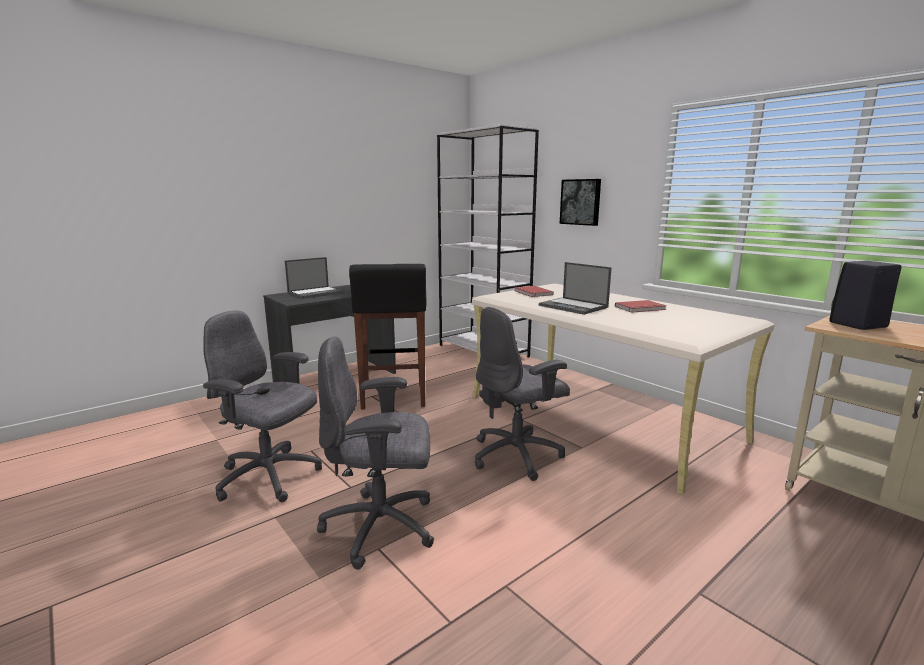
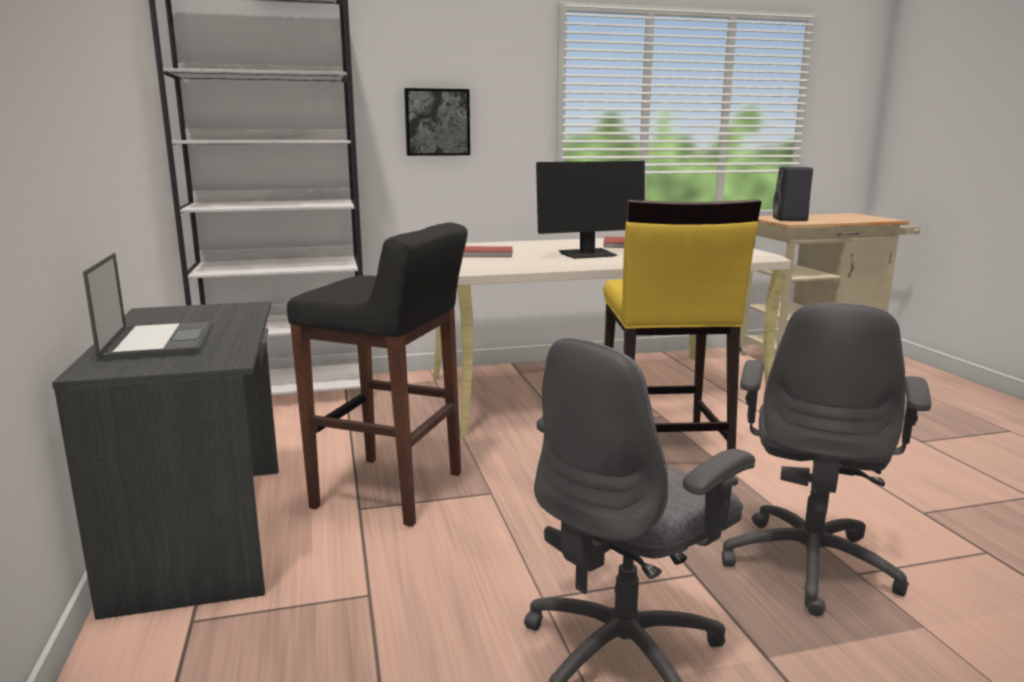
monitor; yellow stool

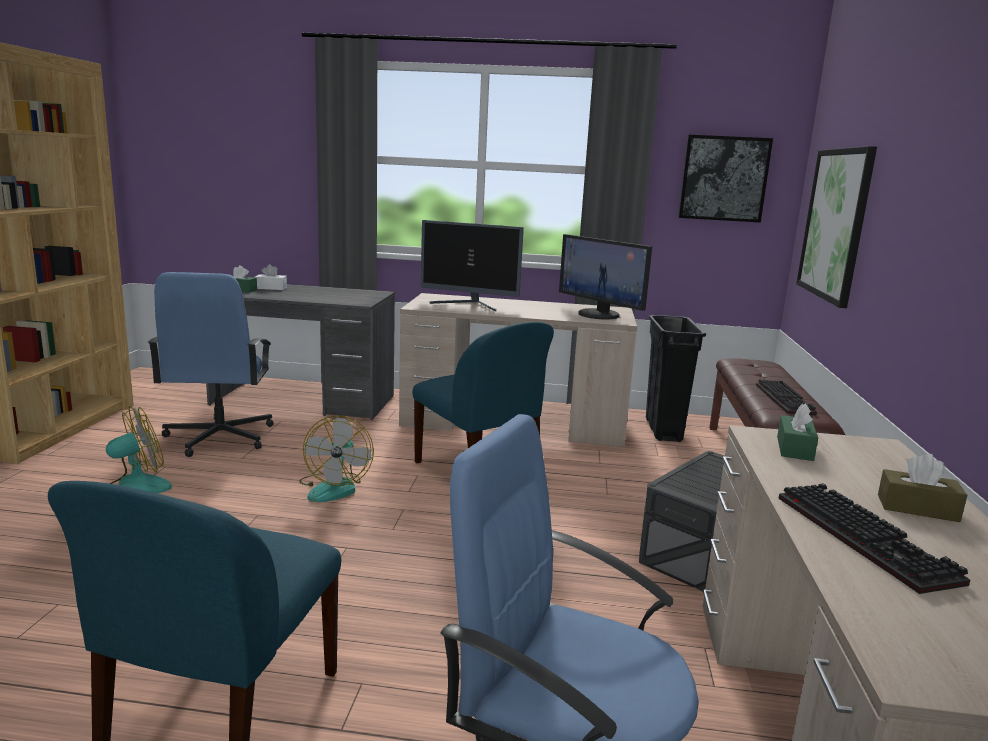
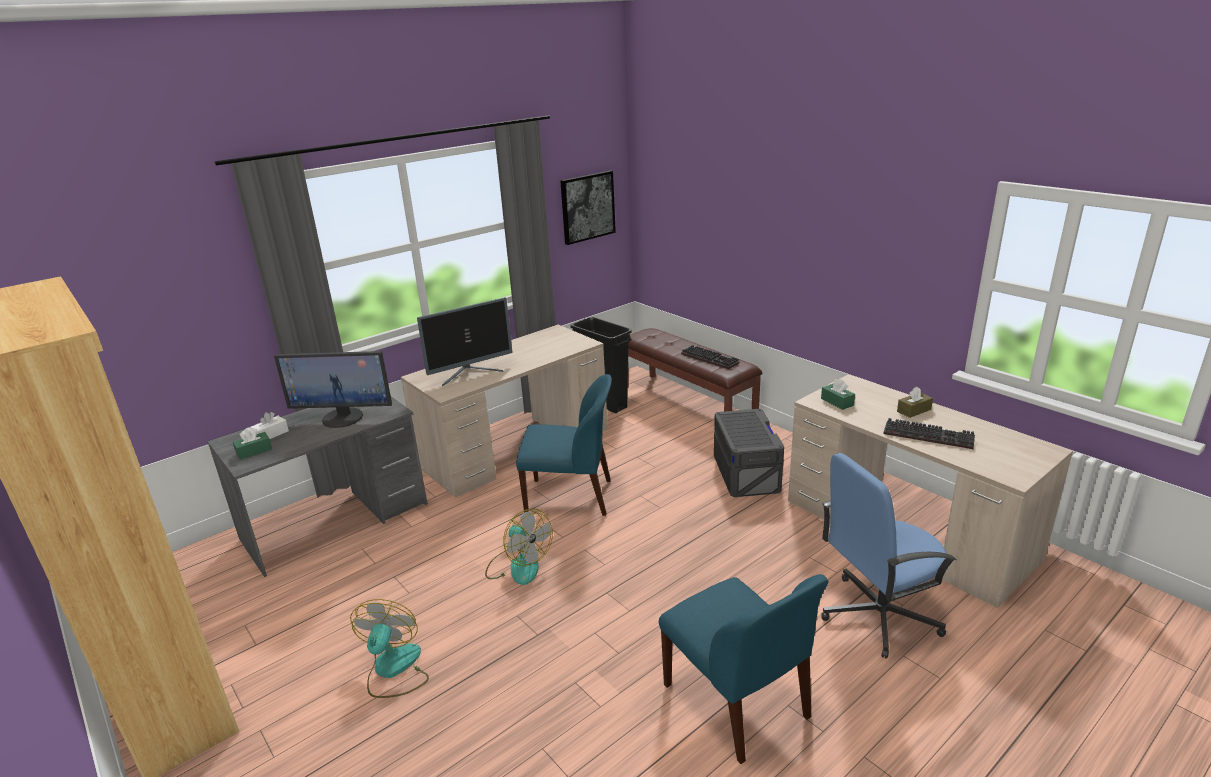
picture (no. 2 from left in the first image); monitor (no. 1 from left); bluish computer chair (no. 1 from left in the first image)

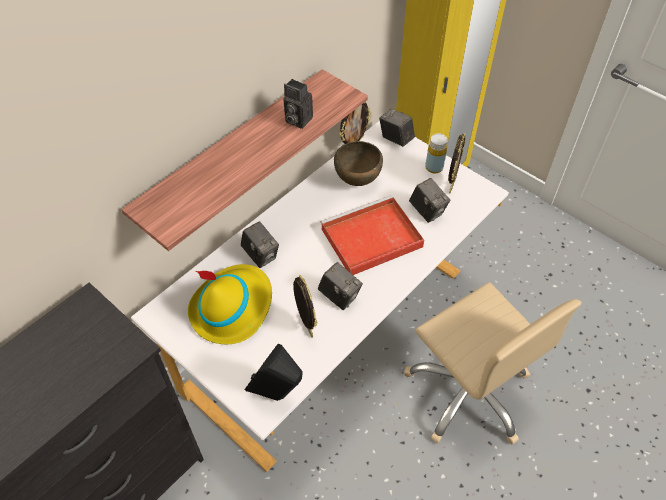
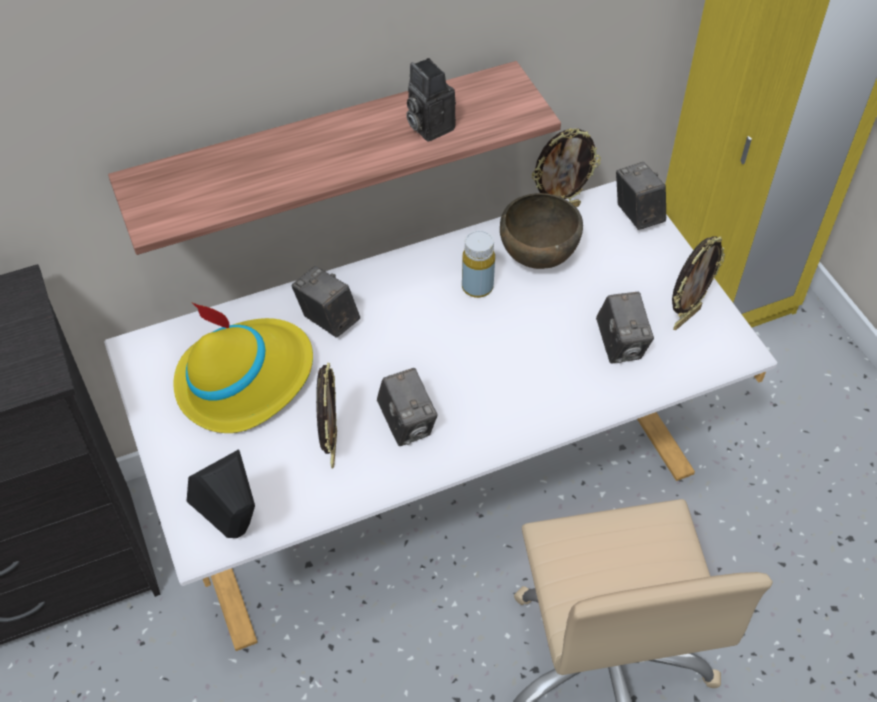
yellow drink bottle; reddish carrying tray; photo camera (no. 1 from left)

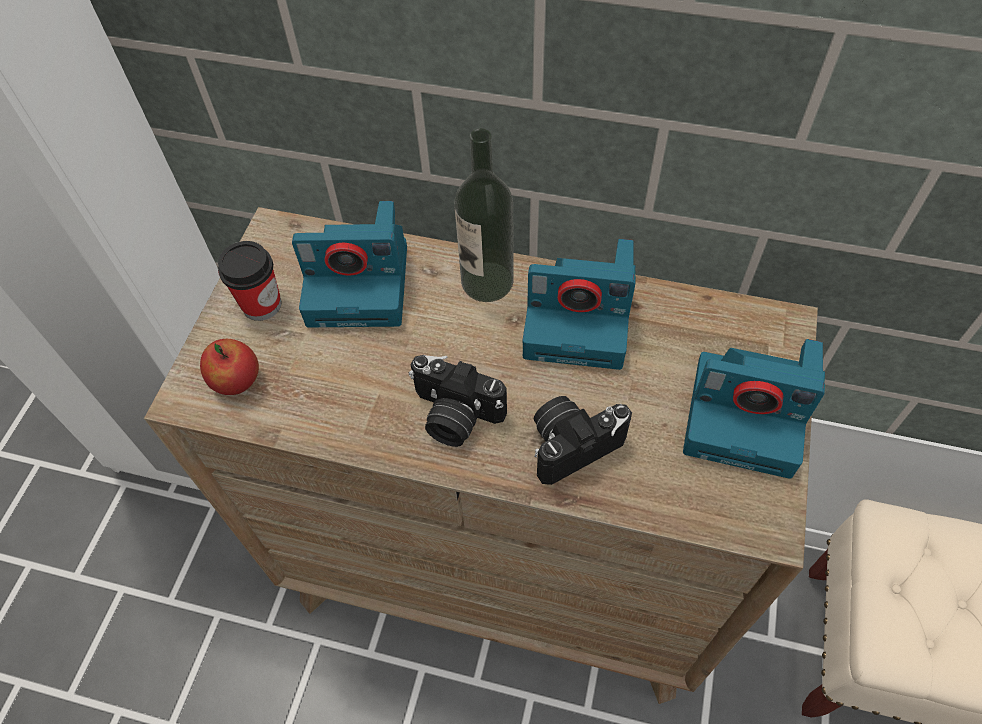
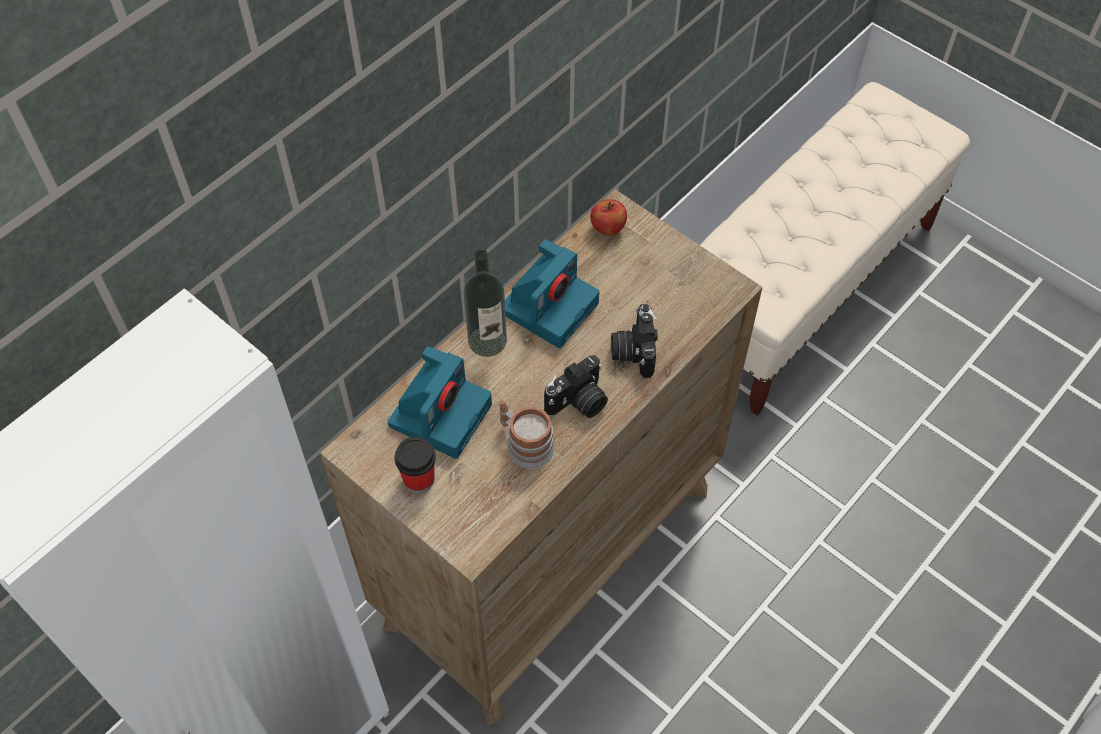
apple fruit; photo camera (no. 5 from left in the first image); tea mug

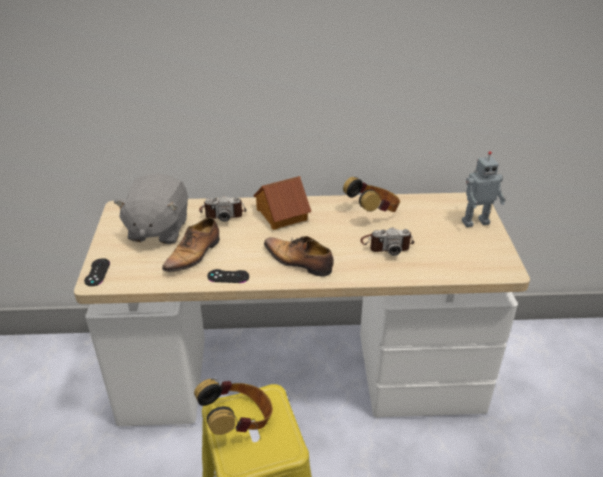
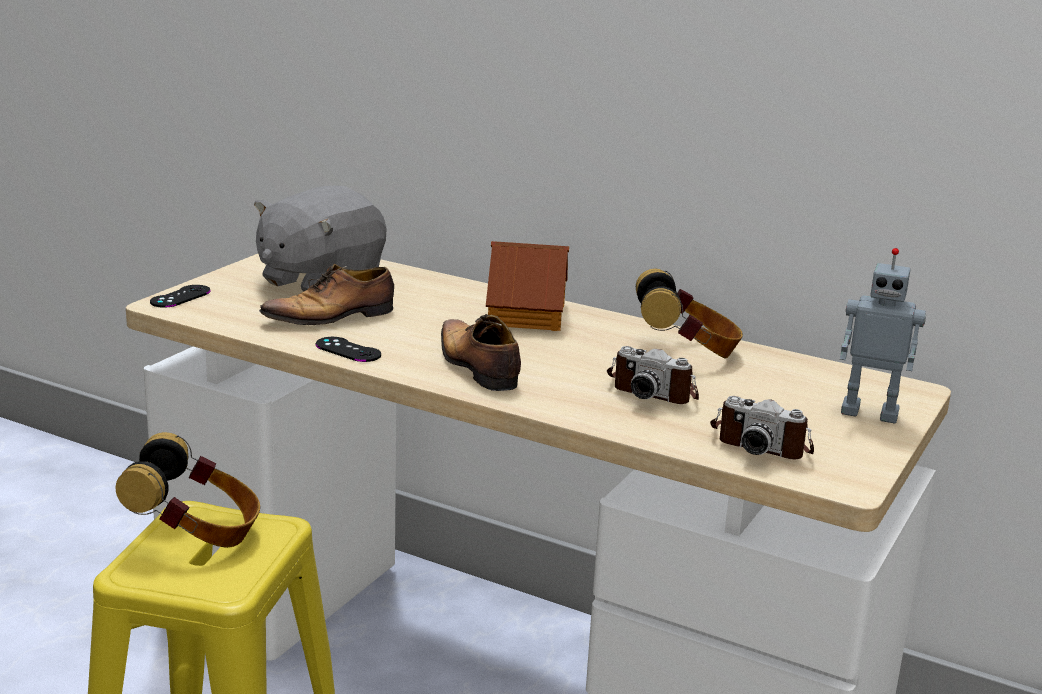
photo camera (no. 2 from left)

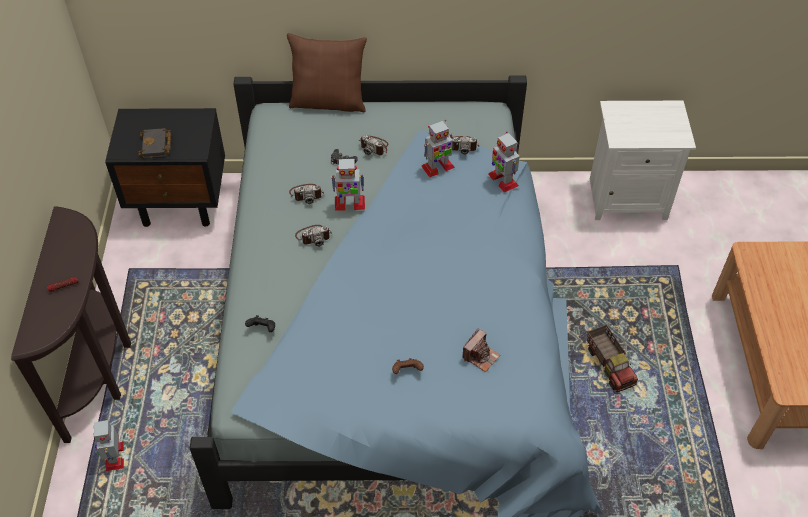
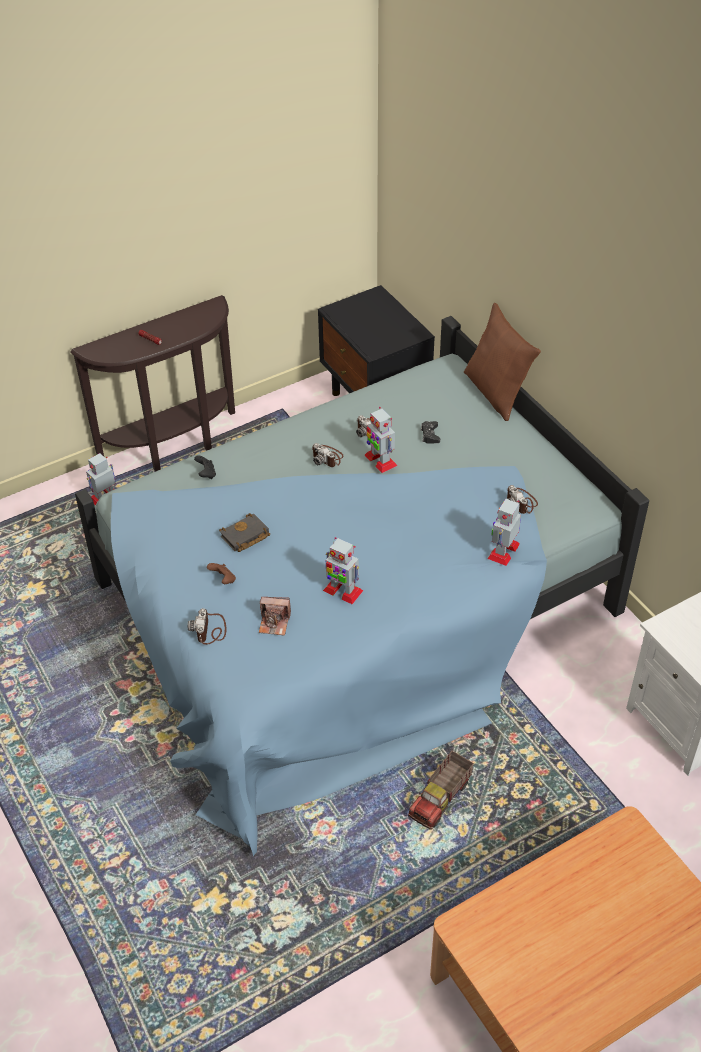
model robot (no. 2 from left); black-coloured bound book; photo camera (no. 1 from left)

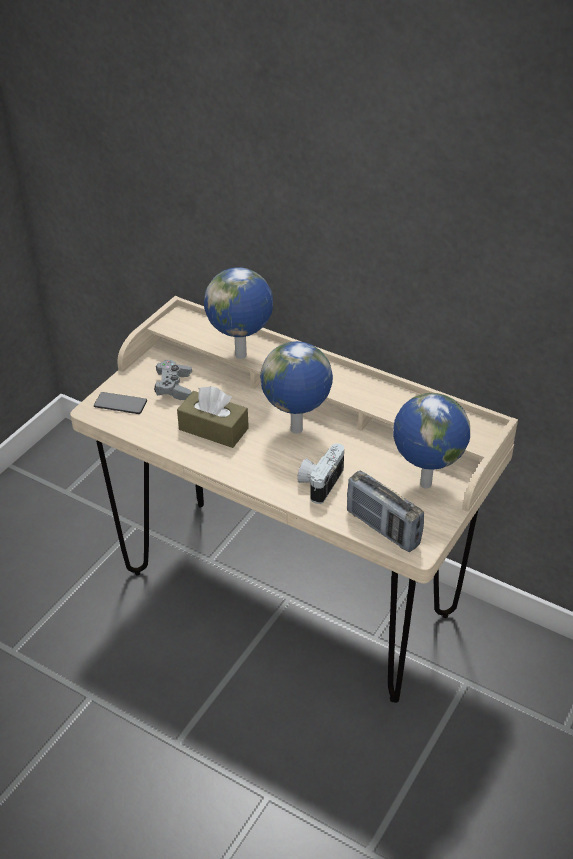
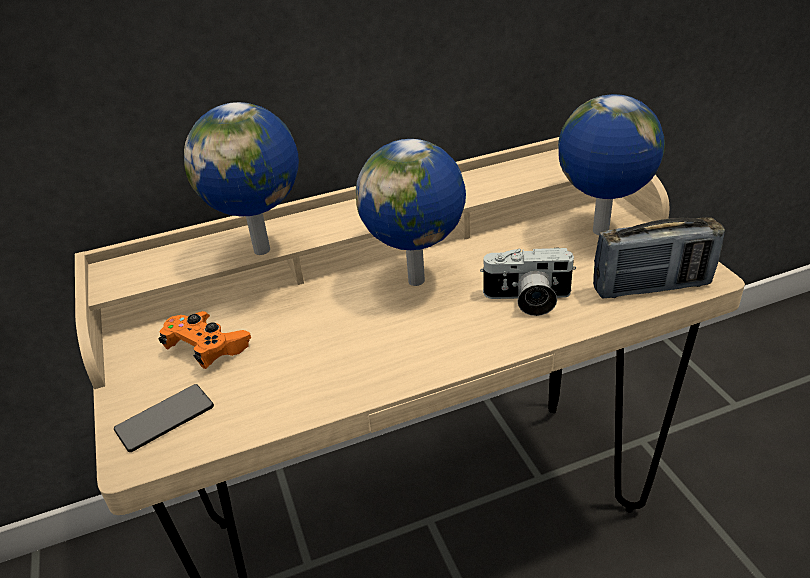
orange gamepad; brown tissue holder; photo camera

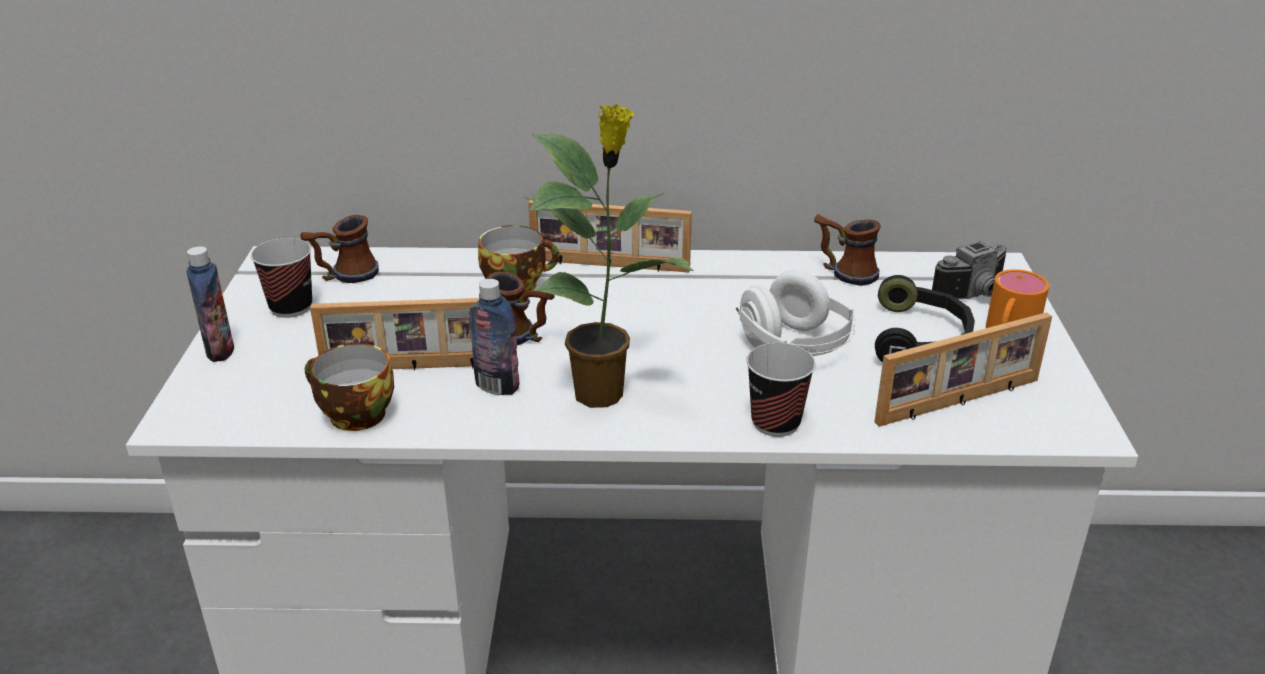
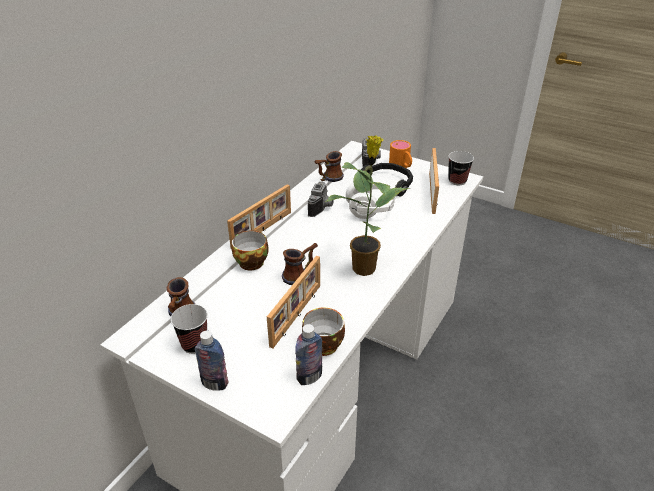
drink bottle (no. 2 from left); small cup (no. 4 from left); photo camera (no. 1 from left)

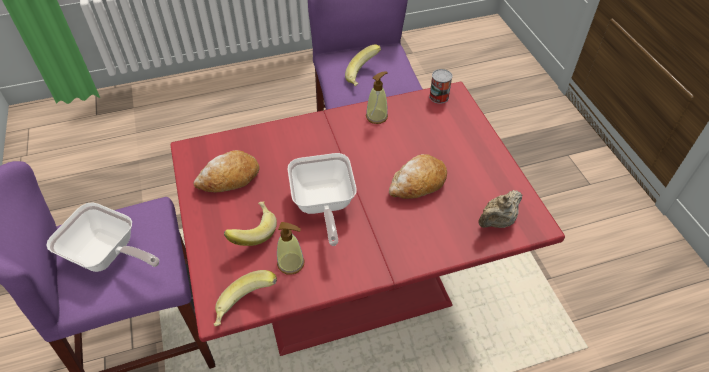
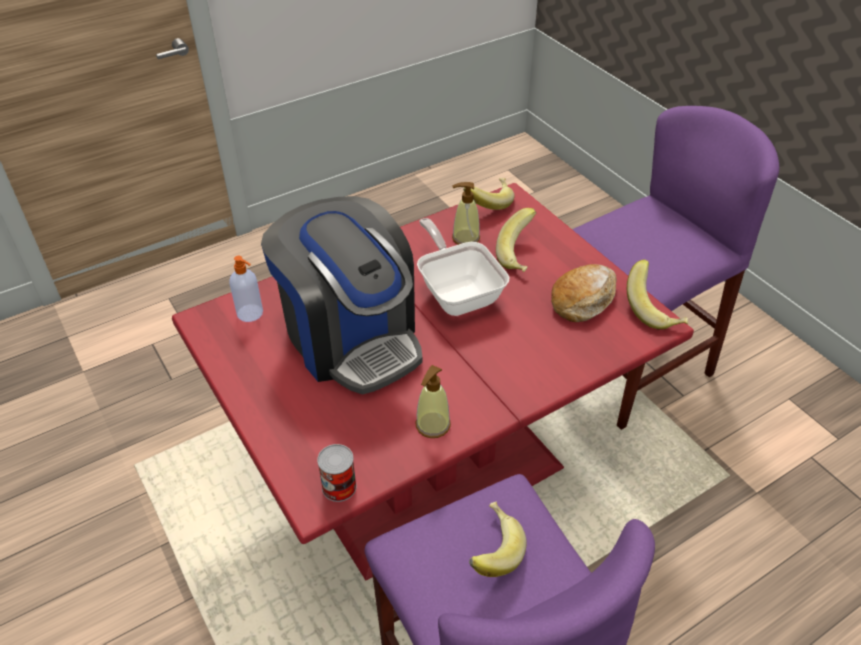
coffee brewer; liquid soap bottle (no. 1 from left); skillet (no. 1 from left in the first image); banana fruit (no. 4 from left)

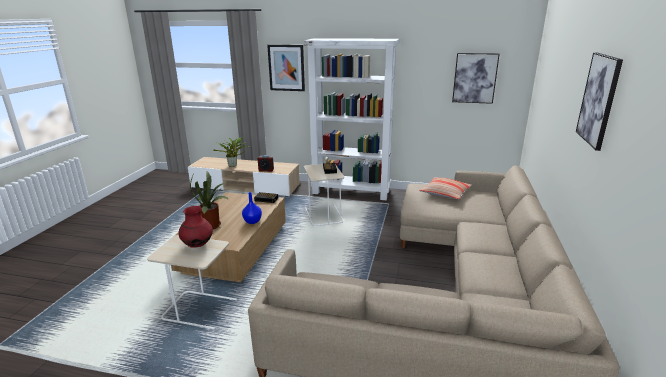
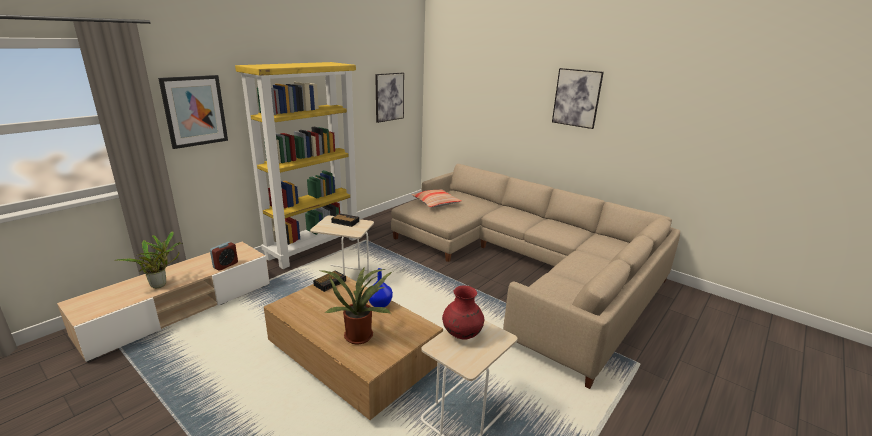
yellow shelving unit

